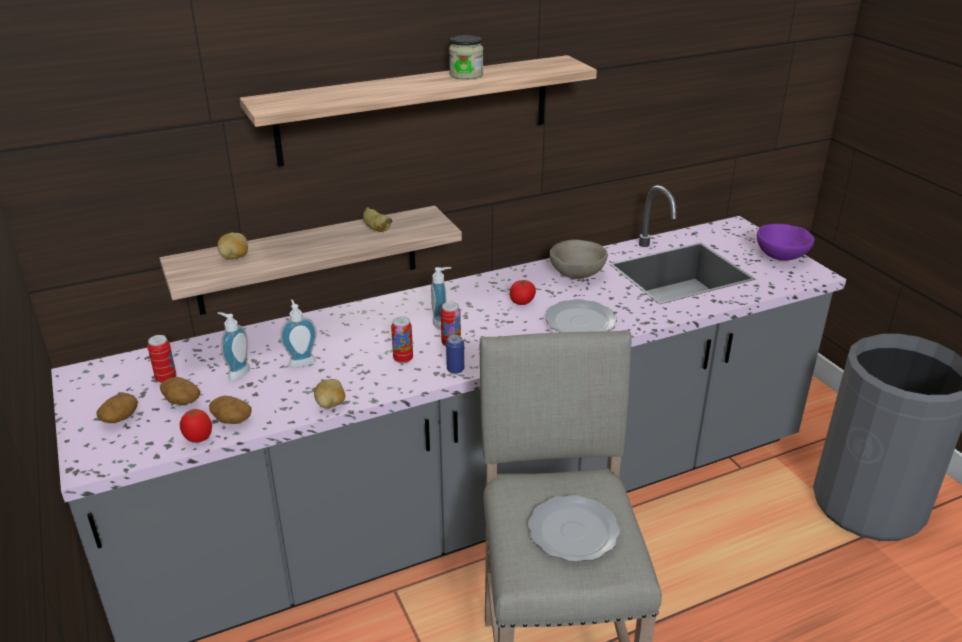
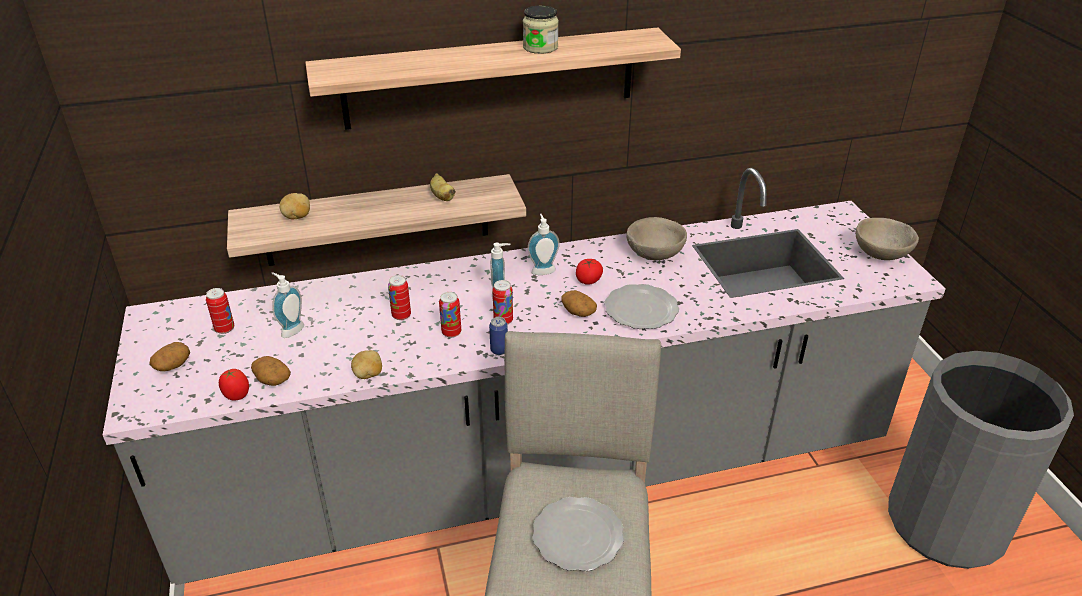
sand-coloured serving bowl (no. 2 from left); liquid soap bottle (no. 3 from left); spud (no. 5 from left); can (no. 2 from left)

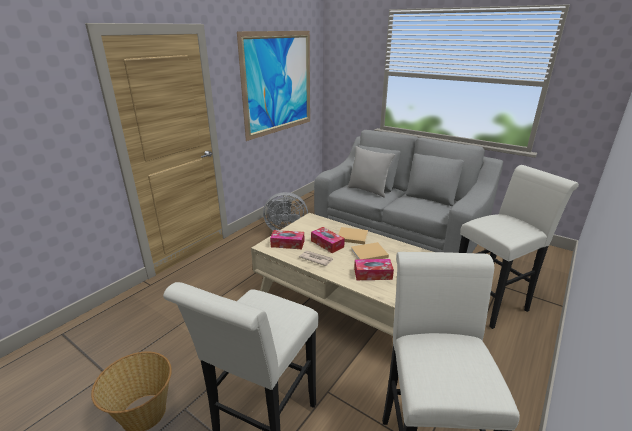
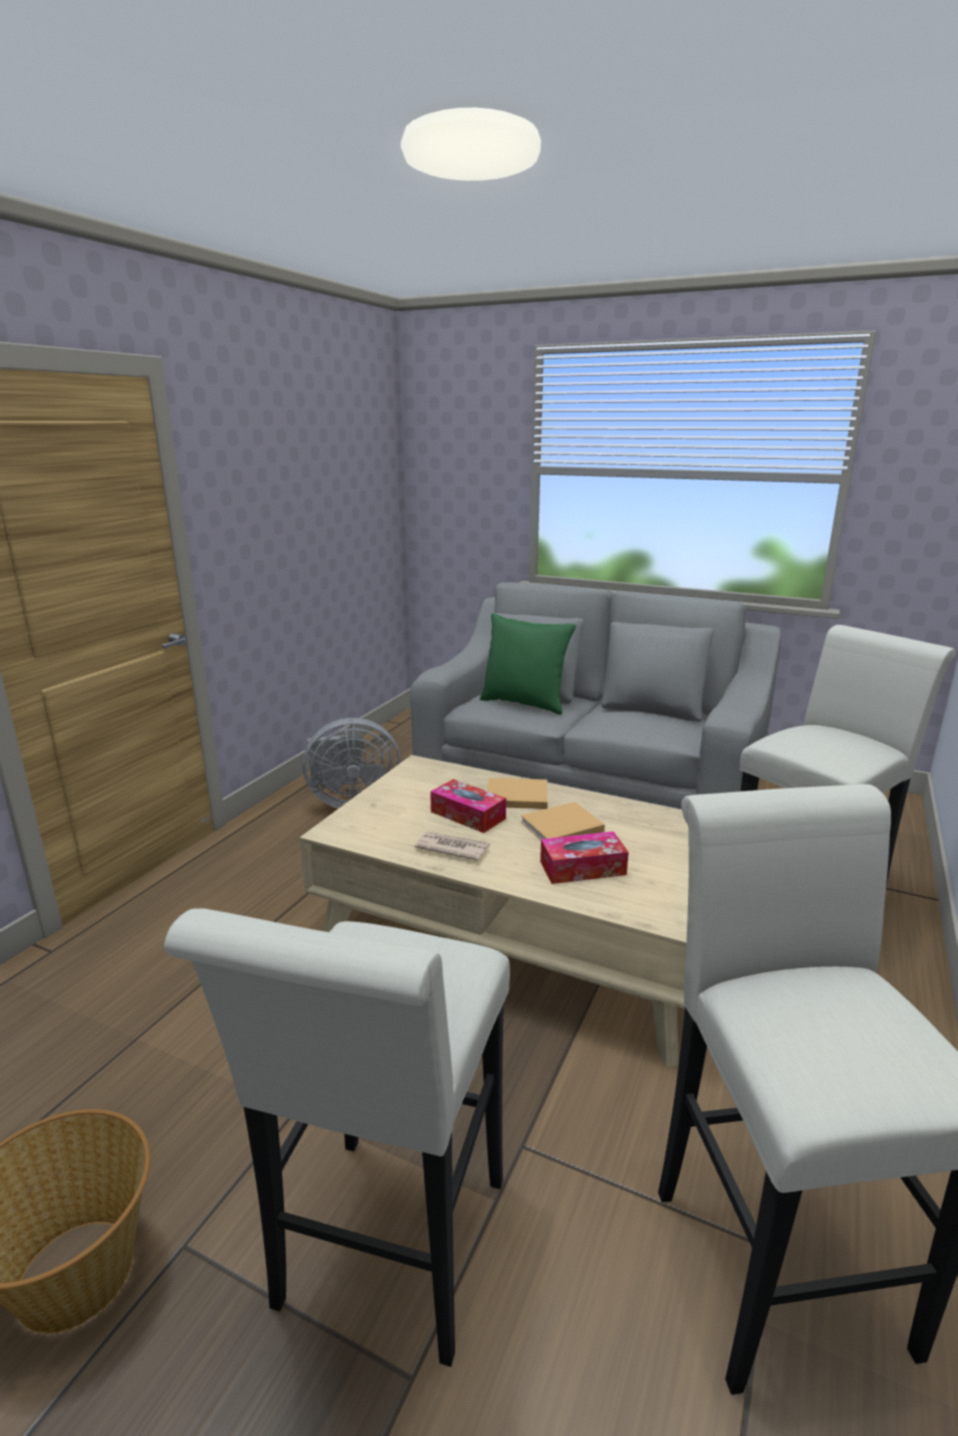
picture; green throw pillow; tissue holder (no. 1 from left in the first image)

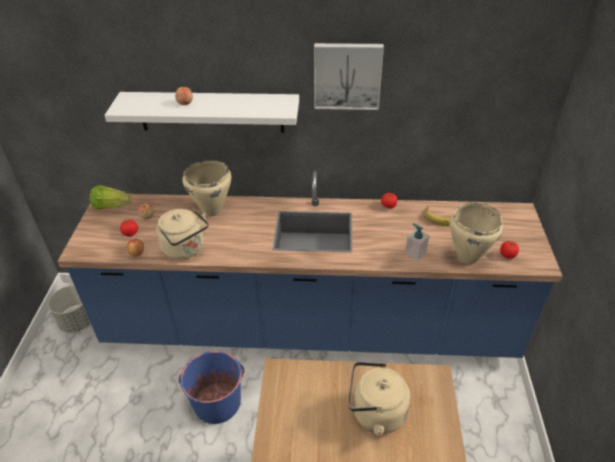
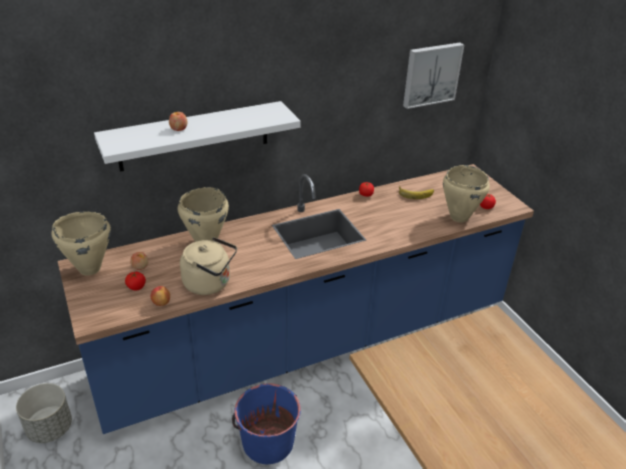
picture; sand-coloured saucepot (no. 1 from left); liquid soap bottle; sand-coloured kettle (no. 2 from left in the first image)

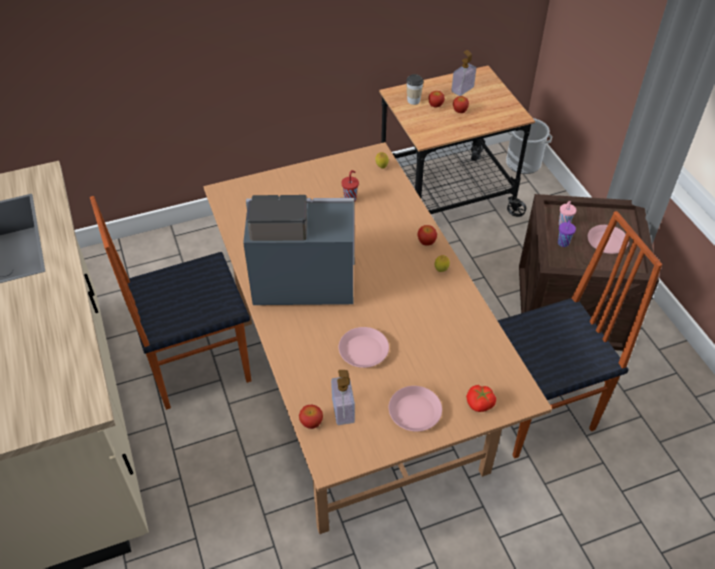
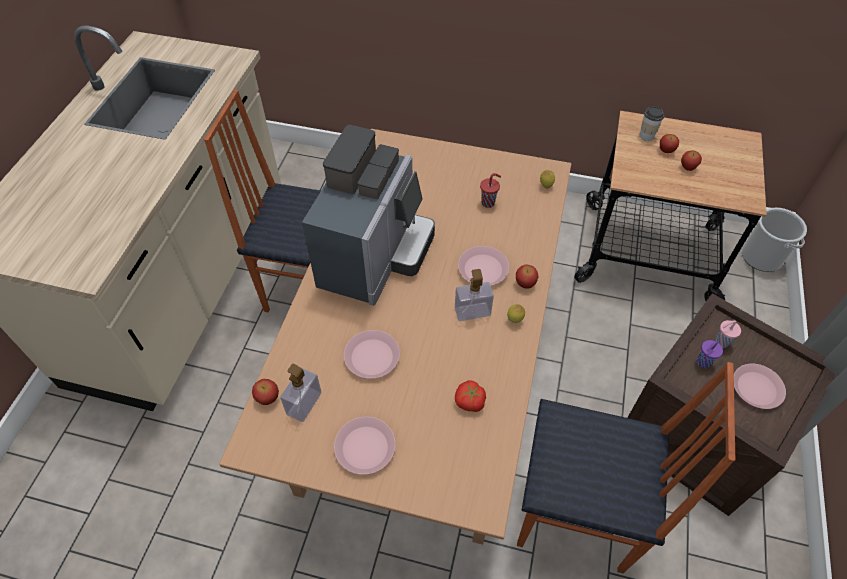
liquid soap bottle (no. 2 from left); coffee brewer; fresh tomato; pink-coloured flat dish (no. 3 from left)

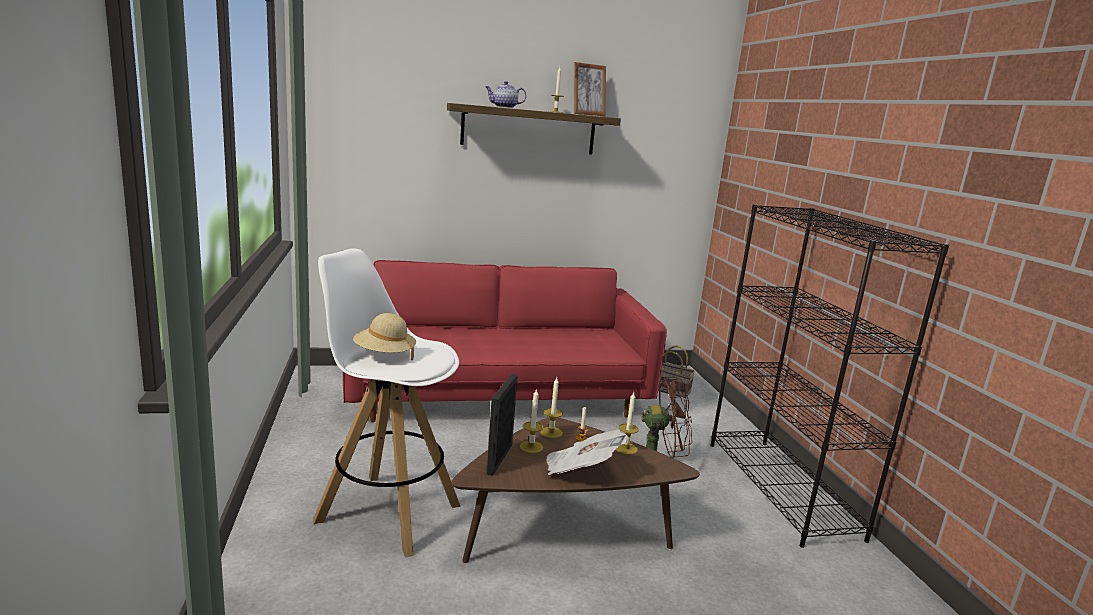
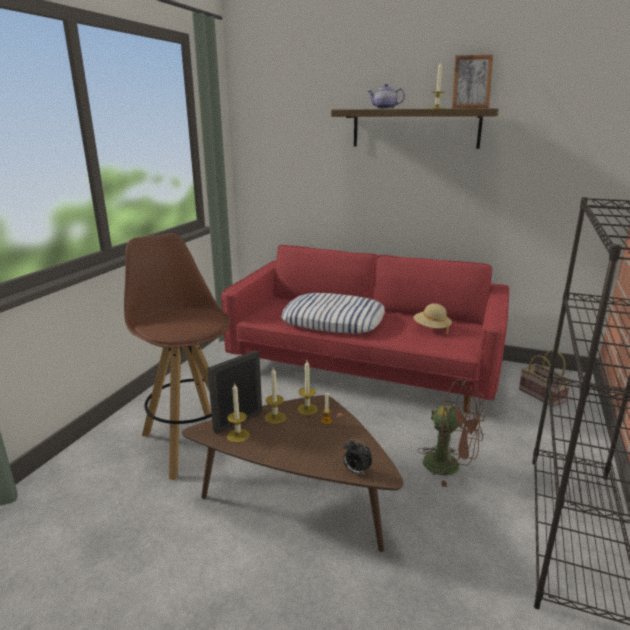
brown stool; sand-coloured hat; candle (no. 1 from left); daily paper; throw pillow; alarm clock

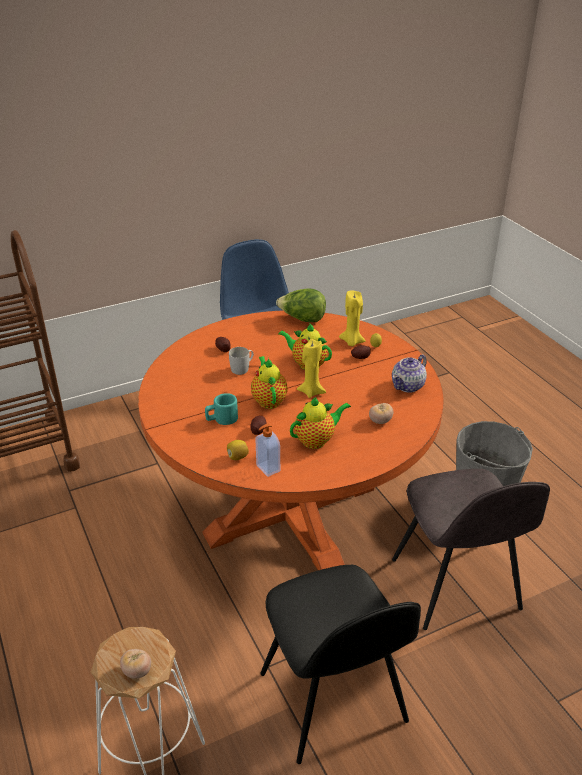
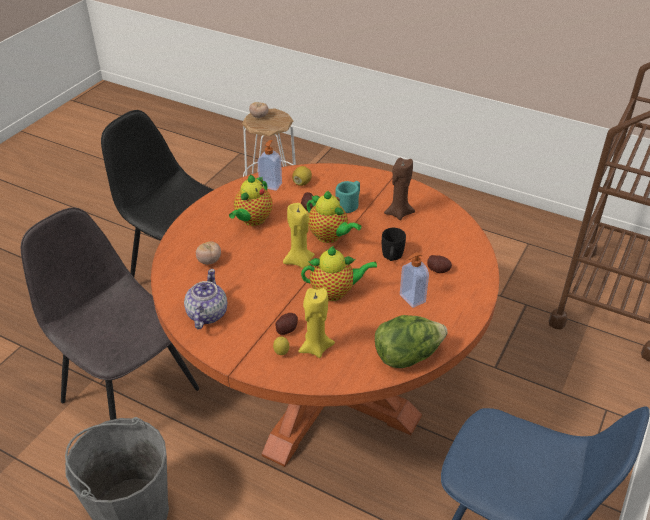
black-coloured tea mug; brown candle; liquid soap bottle (no. 2 from left)

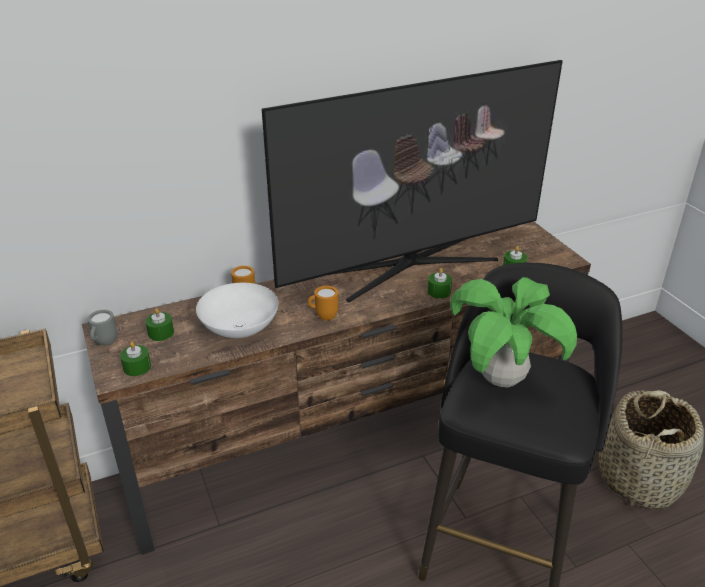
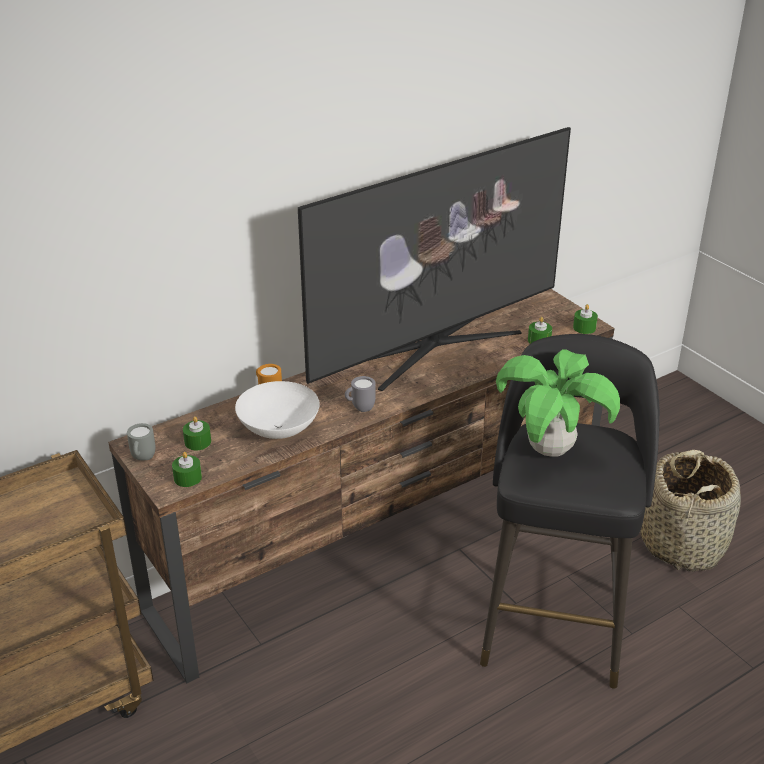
green candle (no. 4 from left); gray tea mug (no. 2 from left)

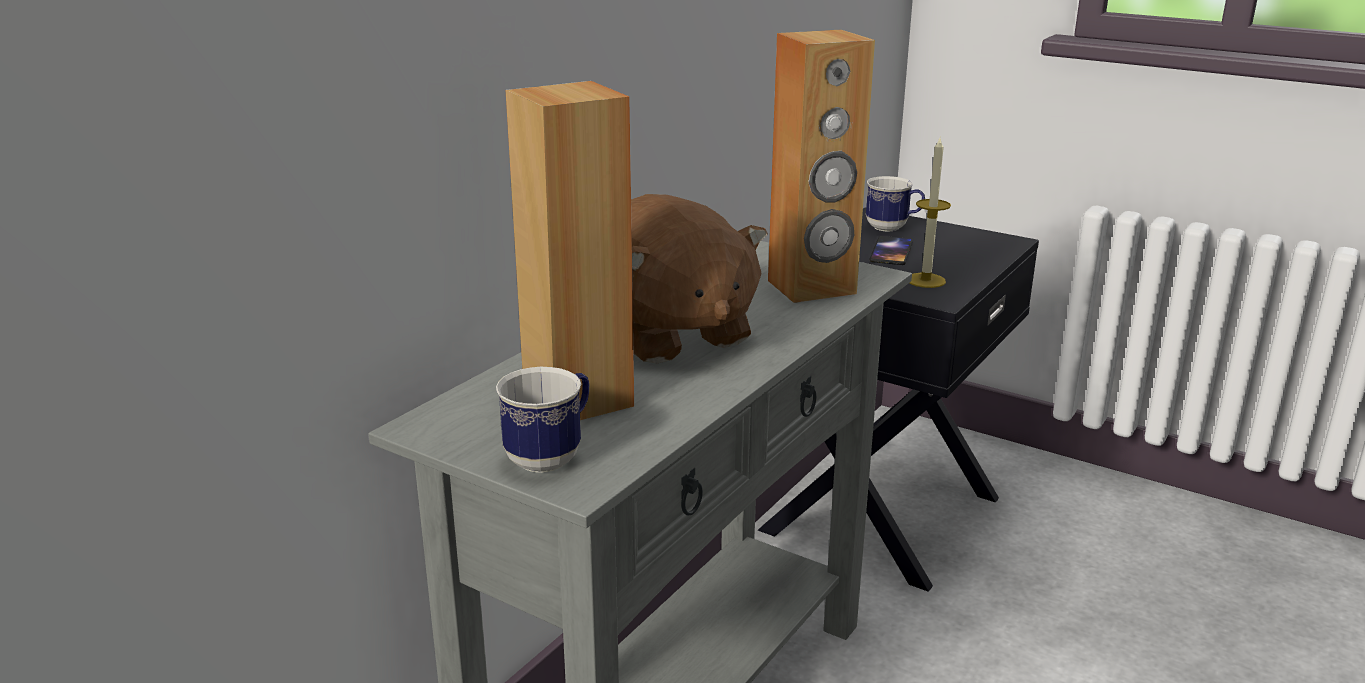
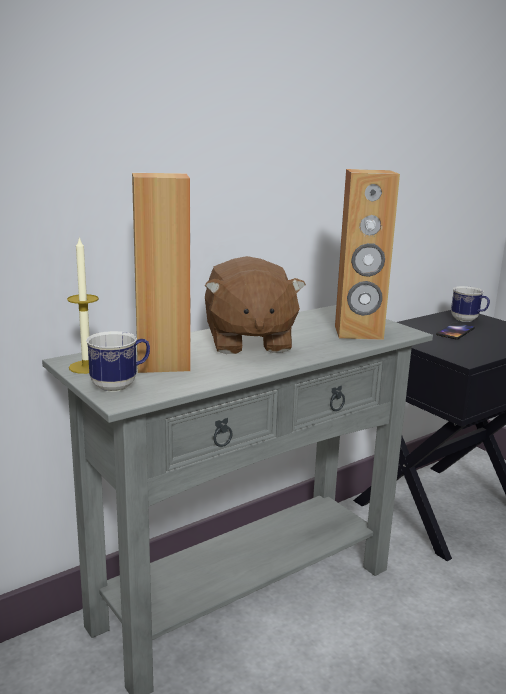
candle

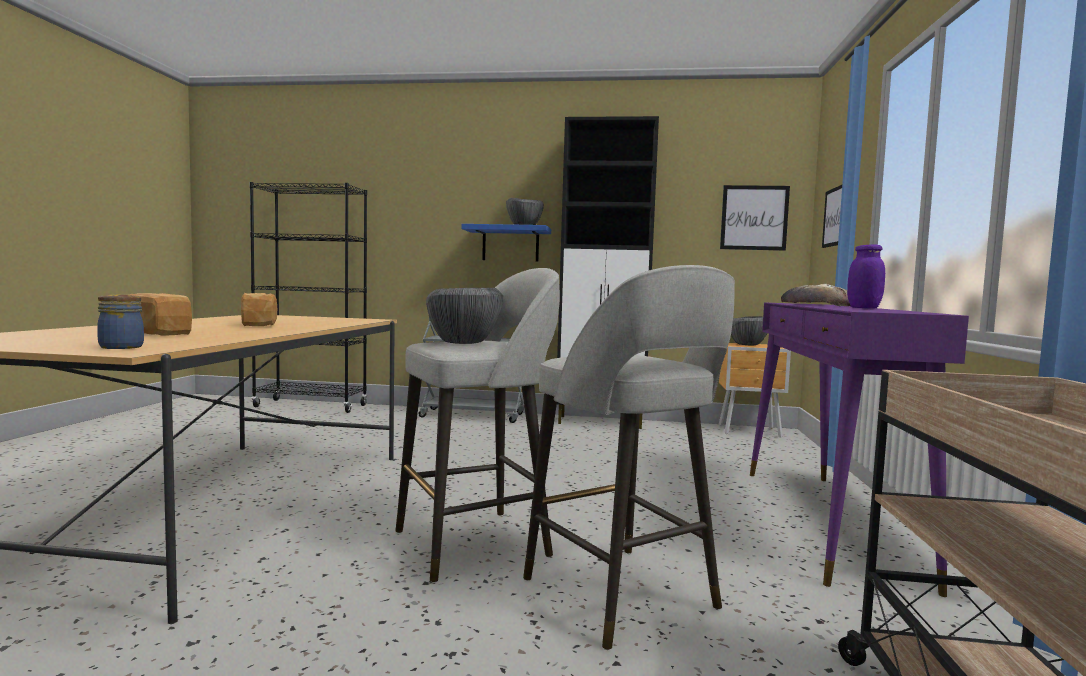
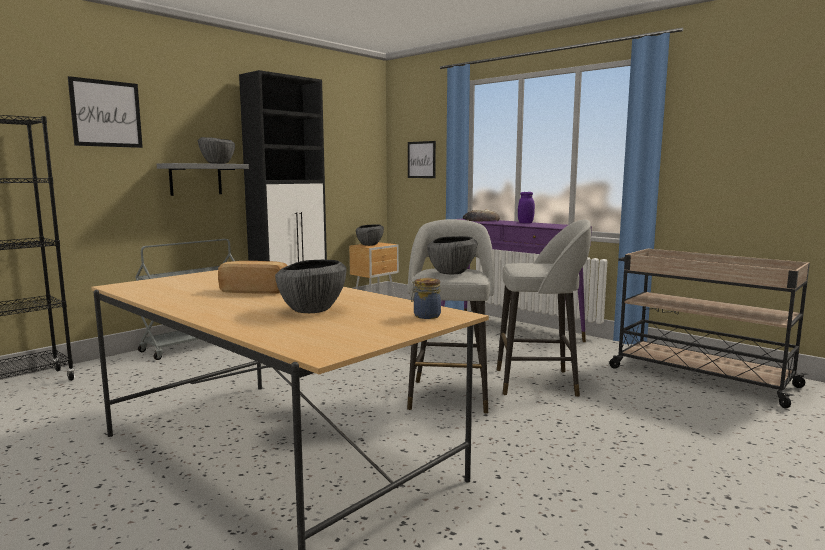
picture (no. 1 from left); gray wall shelf; serving bowl (no. 2 from left)

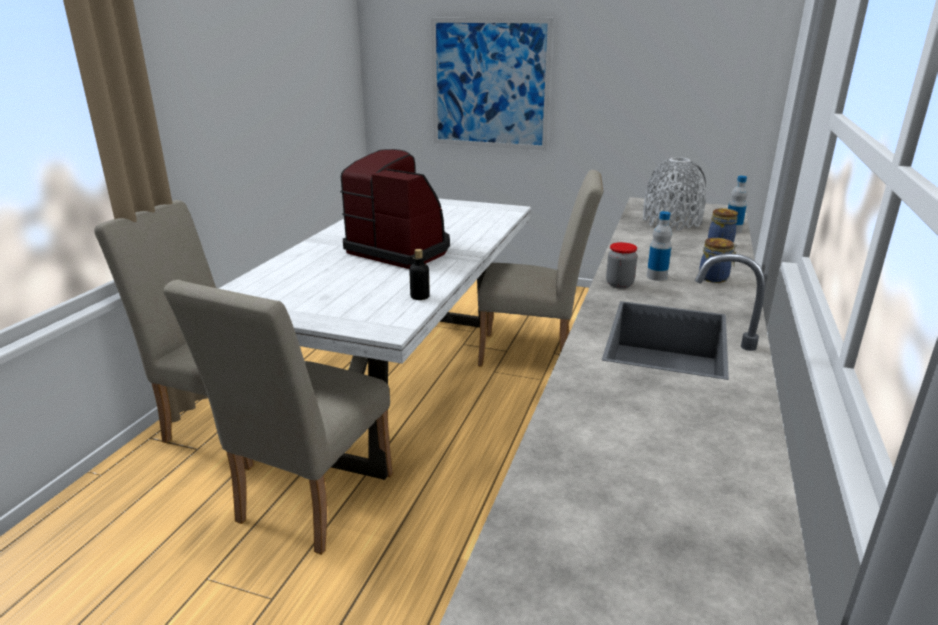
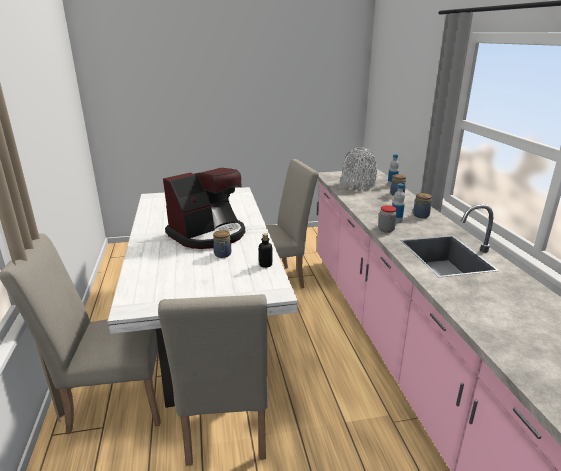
picture; coffee brewer; storage jar (no. 1 from left)

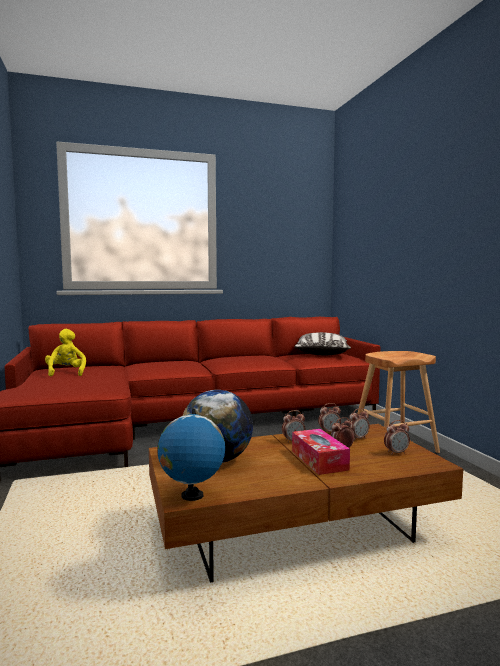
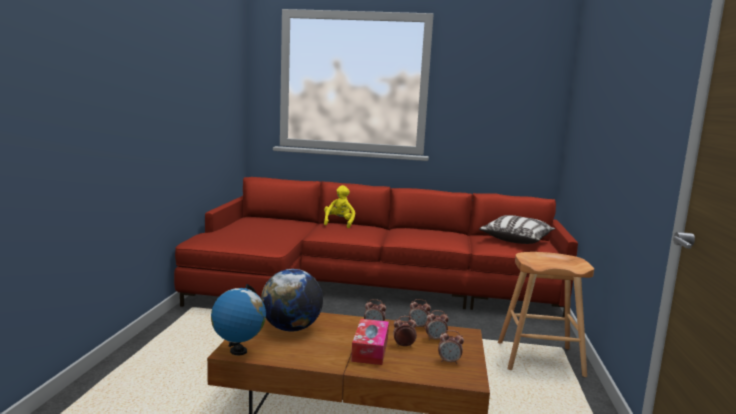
yellow plush toy

